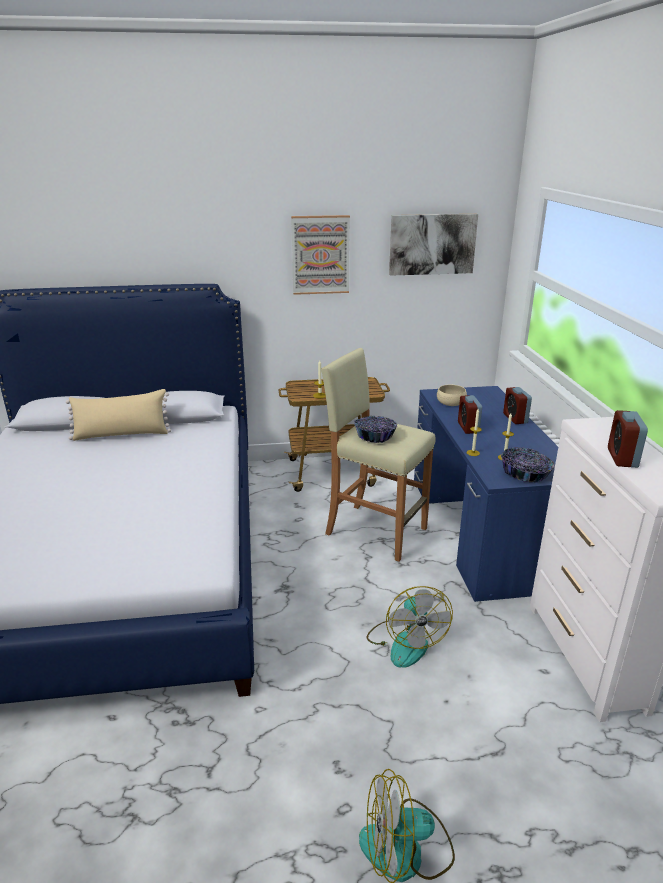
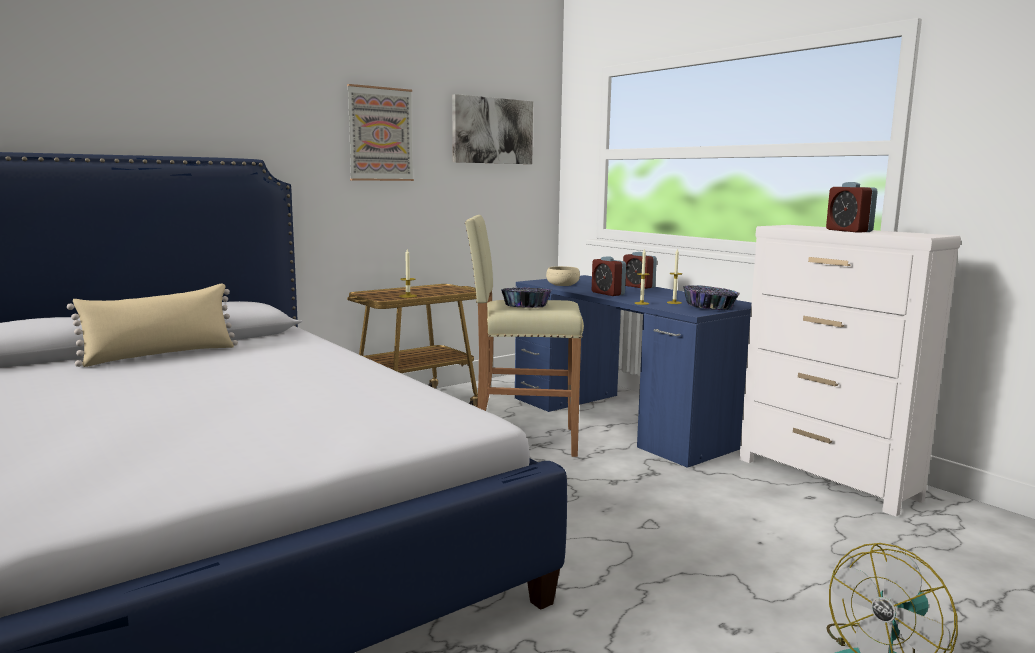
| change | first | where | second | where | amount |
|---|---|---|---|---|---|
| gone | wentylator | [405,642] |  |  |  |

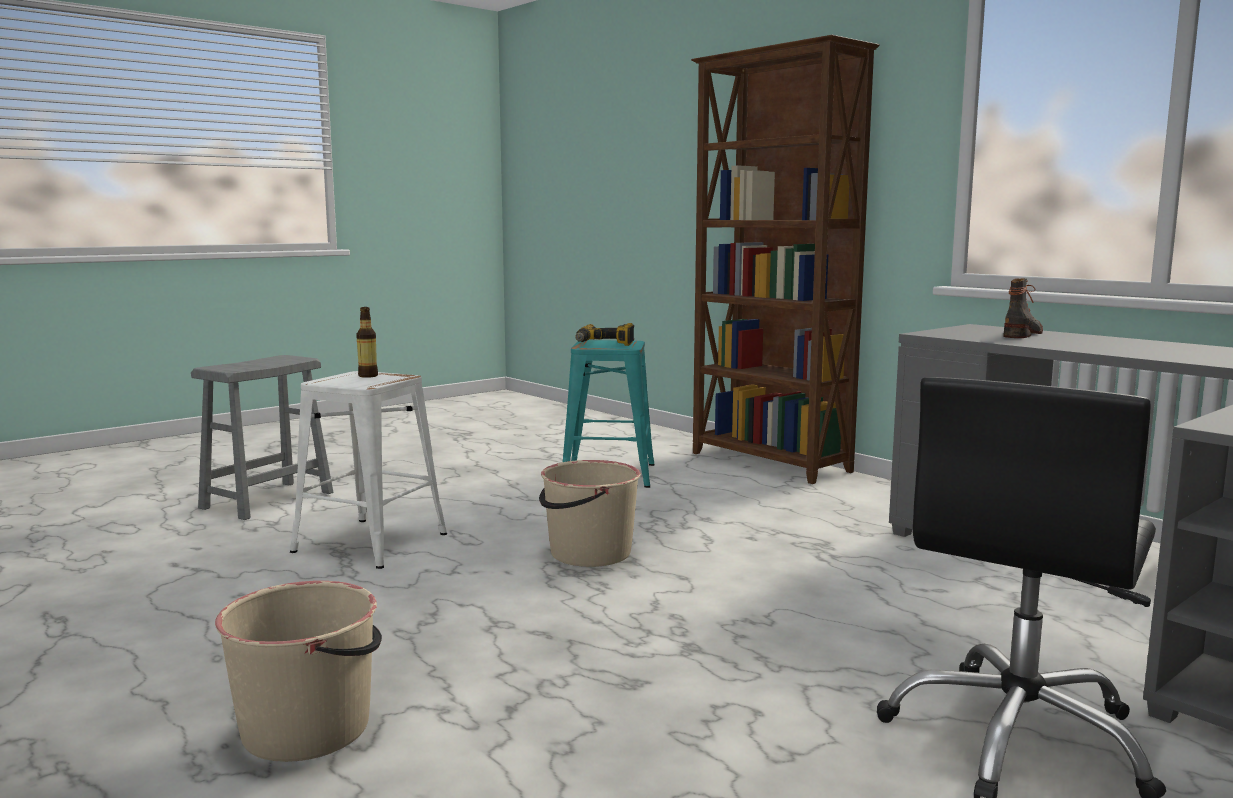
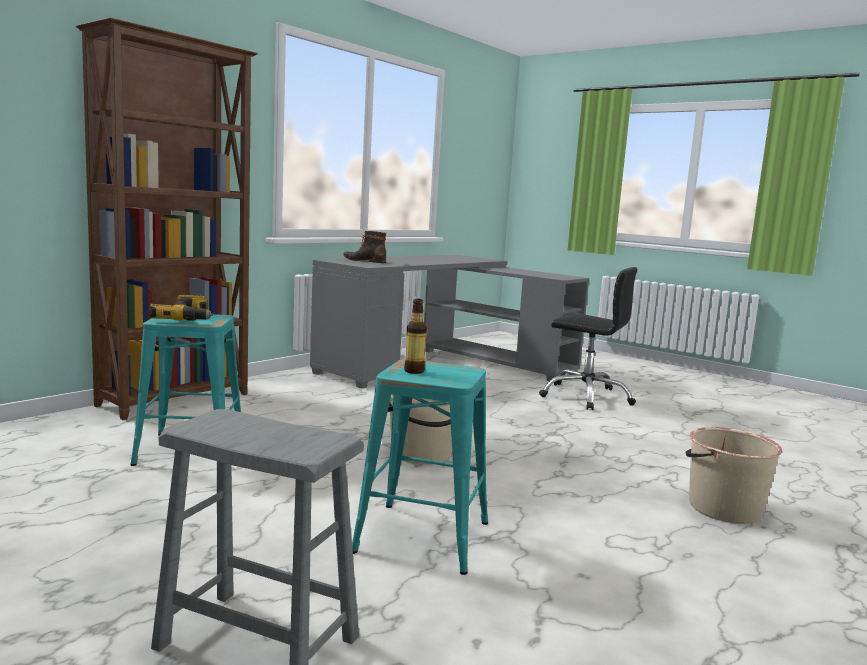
| change | first | where | second | where | amount |
|---|---|---|---|---|---|
| repainted | stołek (biały) | [369,542] | stołek (turkusowy) | [422,537] |  |

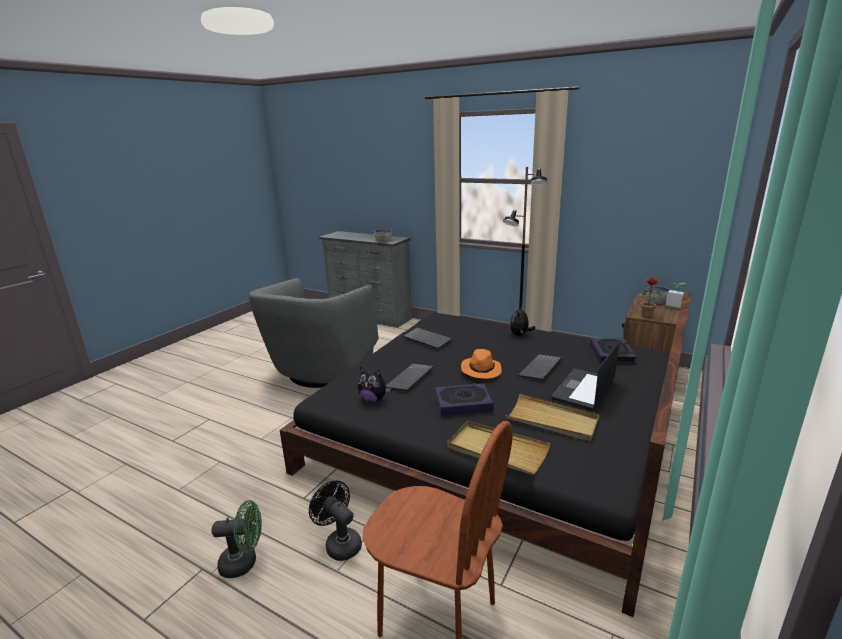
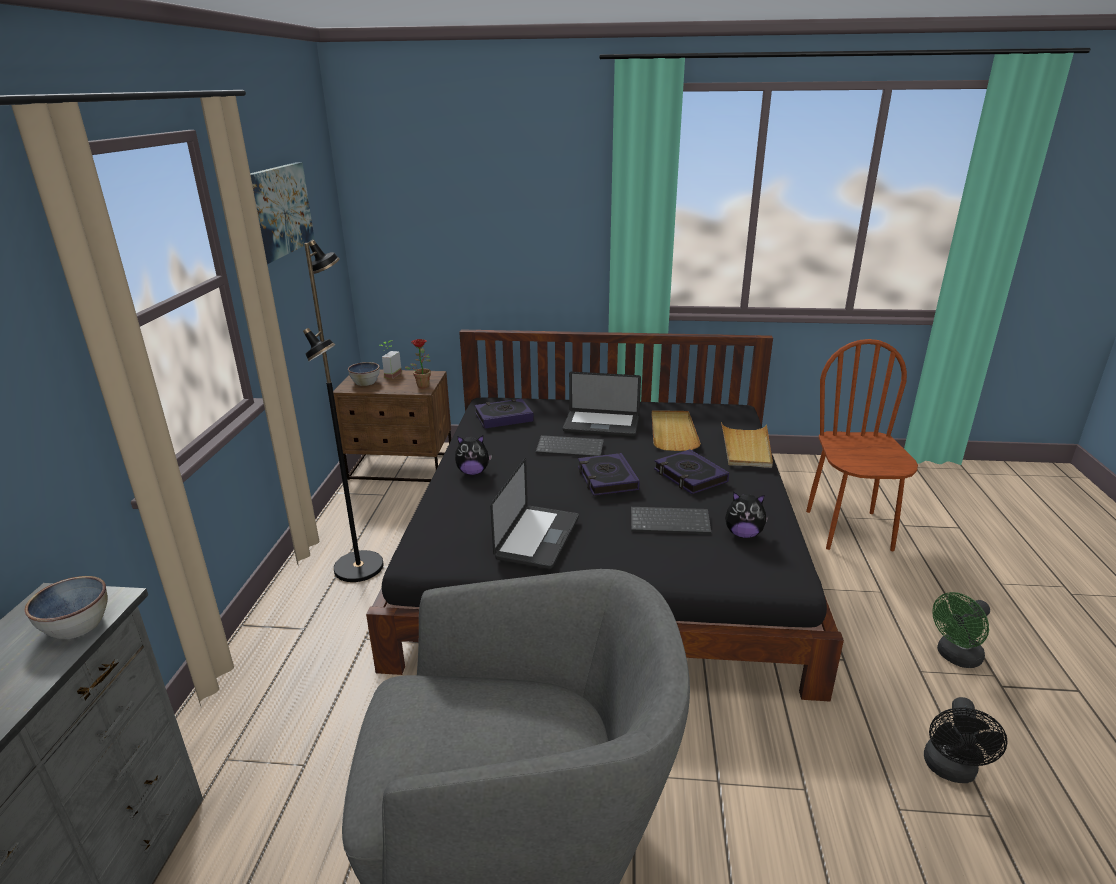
| change | first | where | second | where | amount |
|---|---|---|---|---|---|
| rotated | wentylator (zielony) | [244,562] |  | [955,657] | 90 degrees counterclockwise |
| shifted | wentylator (czarny) | [340,543] |  | [950,770] |  |
| rotated | pluszak | [373,399] |  | [743,534] | 105 degrees clockwise |
| swapped | klawiatura | [428,339] | laptop | [537,538] |  |
| swapped | kapelusz (pomarańczowy) | [481,370] | książka | [607,479] |  |
| new |  |  | obraz | [277,211] |  |

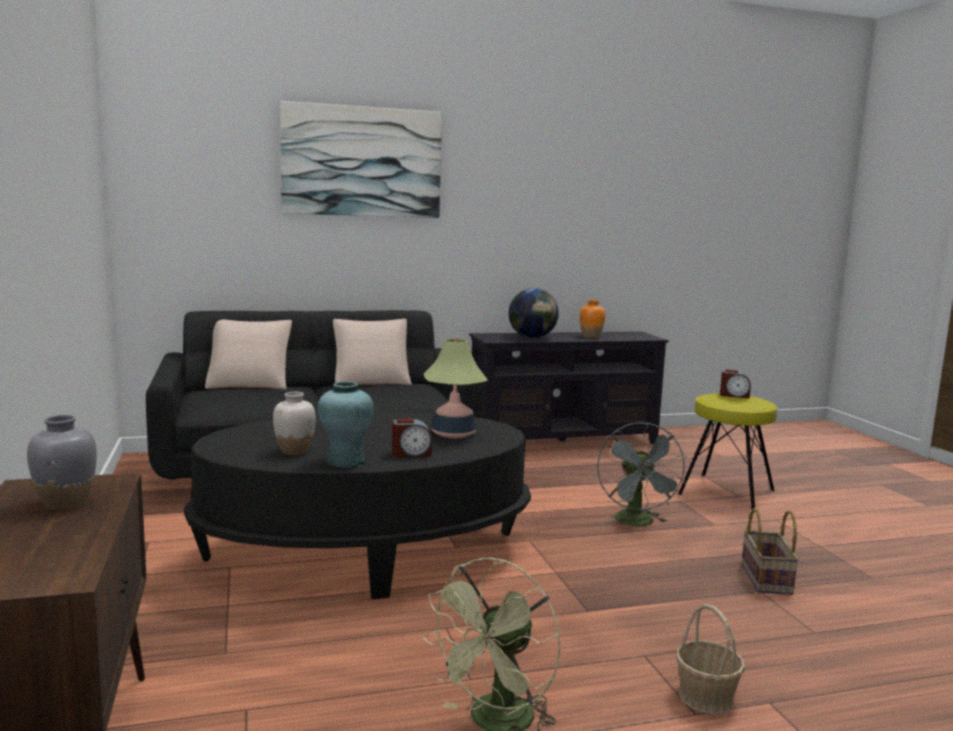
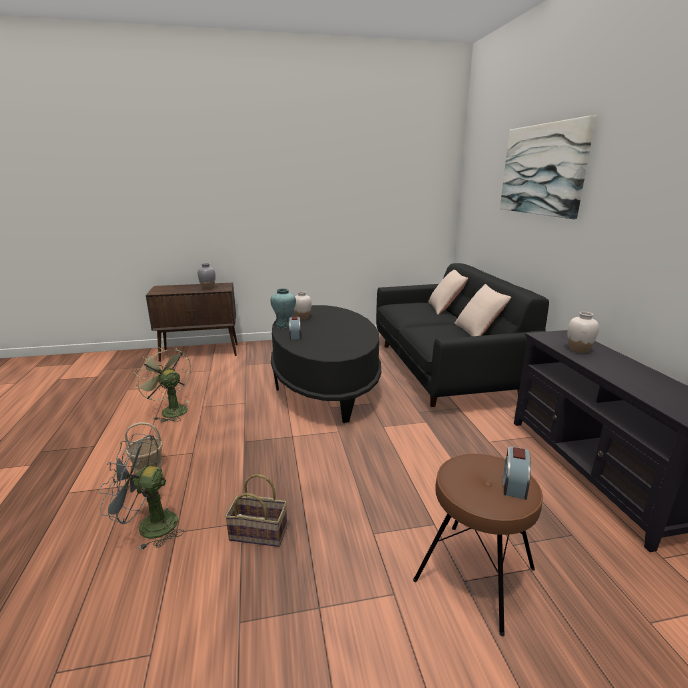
| change | first | where | second | where | amount |
|---|---|---|---|---|---|
| gone | lampa stołowa | [453,434] |  |  |  |
| swapped | globus | [532,337] | wazon (biały) | [578,350] |  |
| gone | wazon (pomarańczowy) | [591,337] |  |  |  |
| shifted | wentylator (szary) | [638,523] |  | [149,526] |  |
| repainted | stołek (żółty) | [726,492] | stołek (brązowy) | [475,574] |  |

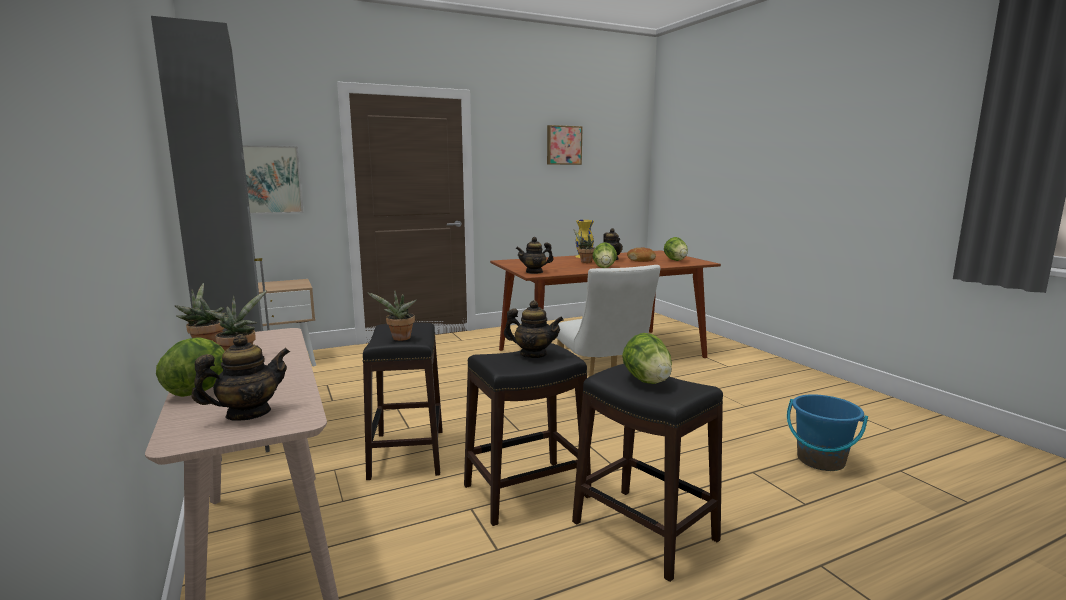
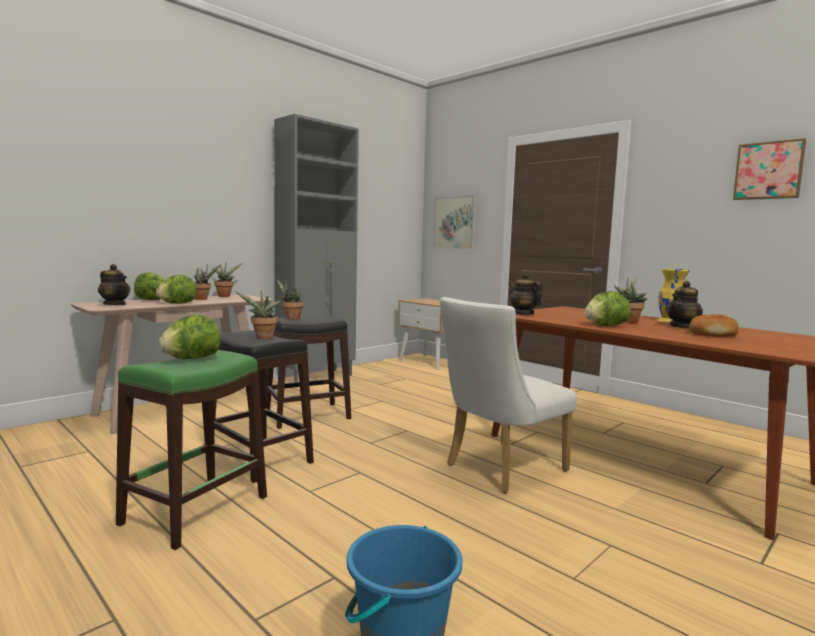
| change | first | where | second | where | amount |
|---|---|---|---|---|---|
| swapped | imbryk | [533,355] | roślina doniczkowa | [263,338] |  |
| repainted | stołek (czarny) | [644,530] | stołek (zielony) | [196,510] |  |
| shifted | sałata | [675,260] |  | [177,303] |  |

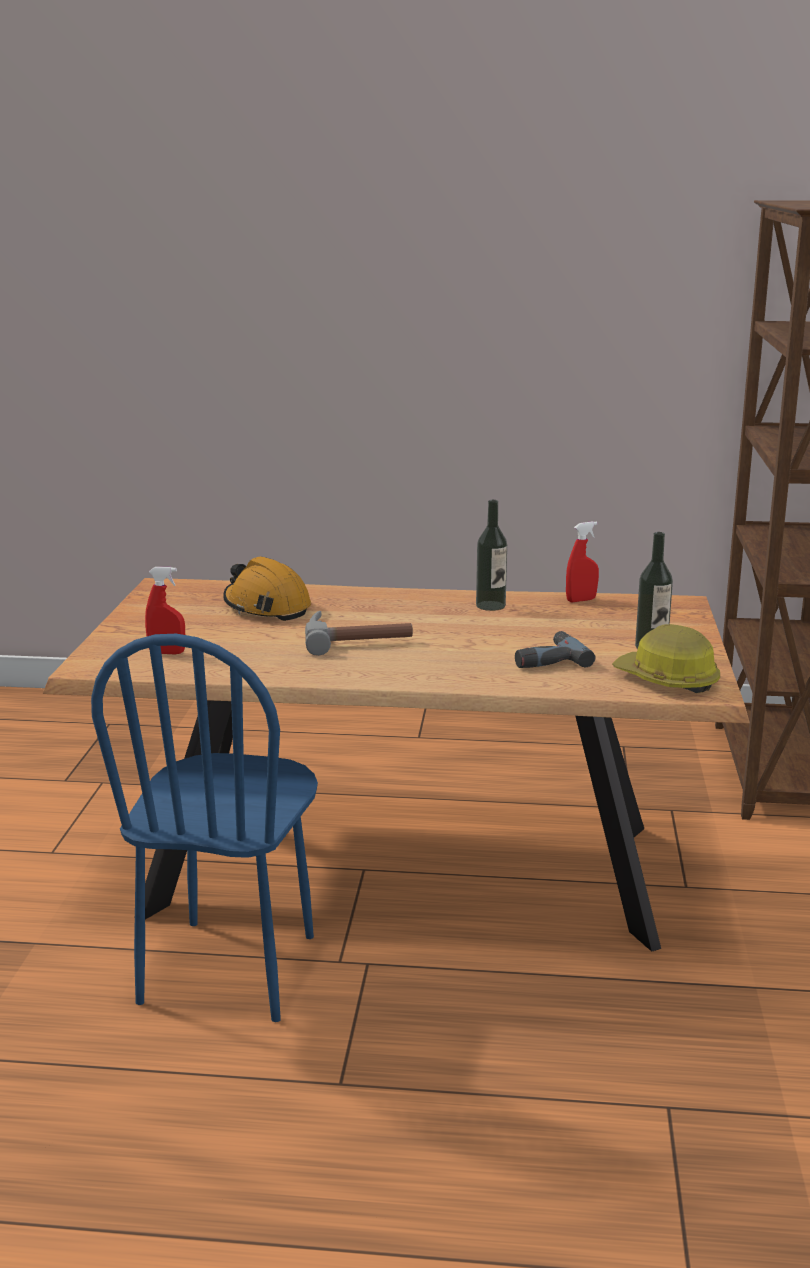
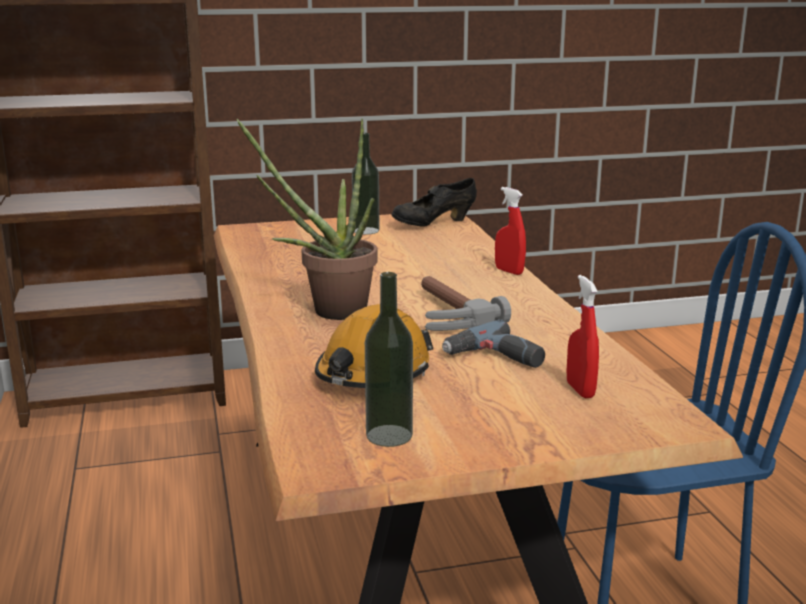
| change | first | where | second | where | amount |
|---|---|---|---|---|---|
| shifted | butelka | [490,606] |  | [389,435] |  |
| shifted | wiertarka | [546,659] |  | [494,358] |  |
| shifted | spryskiwacz (czerwony) | [581,600] |  | [509,271] |  |
| swapped | kask | [667,680] | but (czarny) | [434,224] |  |
| new |  |  | roślina doniczkowa | [328,311] |  |

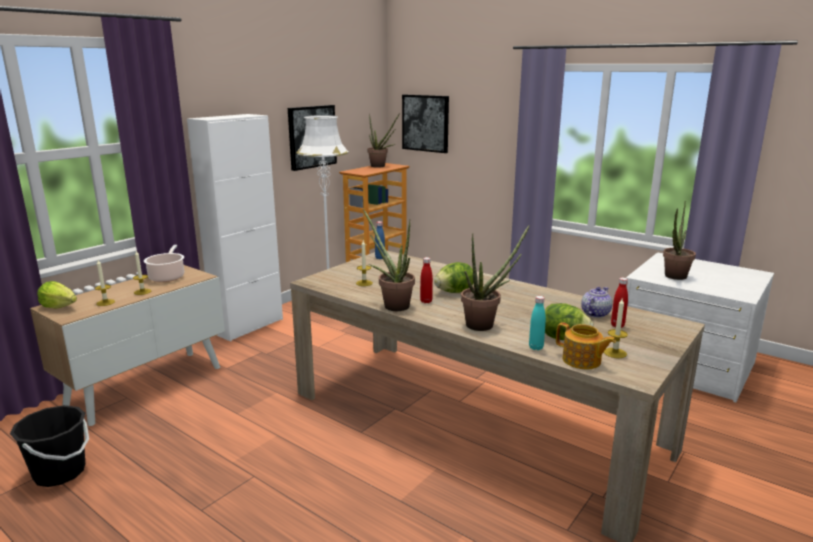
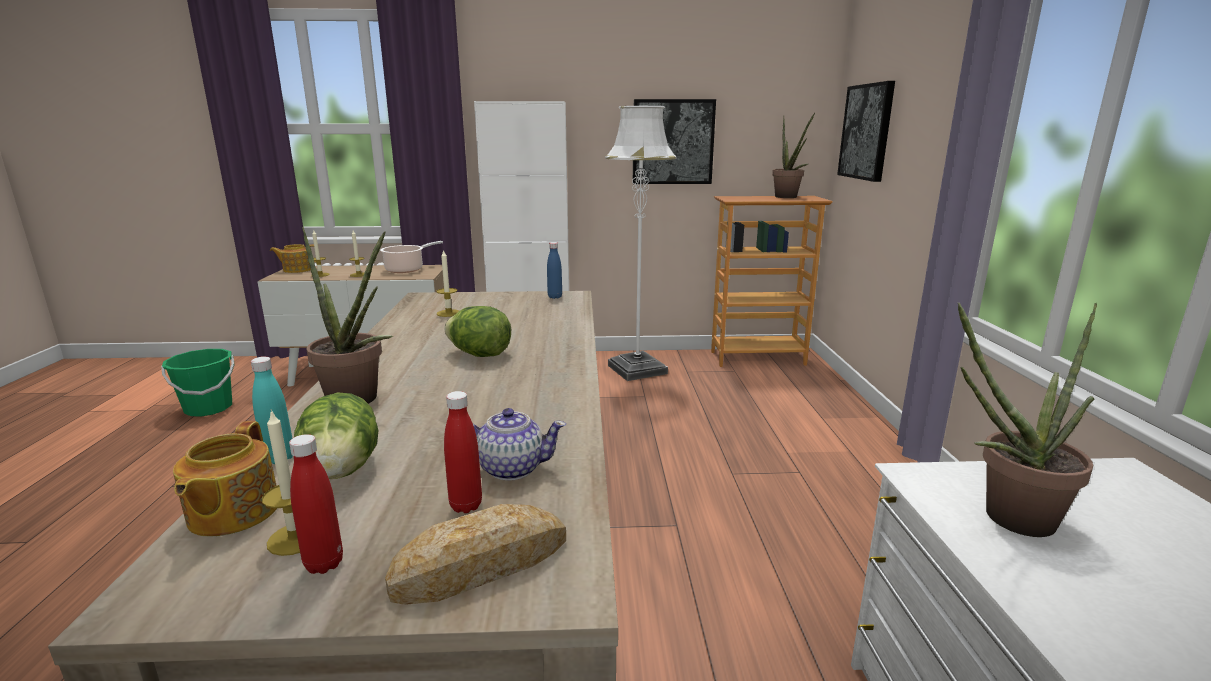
| change | first | where | second | where | amount |
|---|---|---|---|---|---|
| repainted | wiadro (czarny) | [60,473] | wiadro (zielony) | [209,408] |  |
| swapped | sałata | [59,307] | imbryk | [297,270] |  |
| gone | roślina doniczkowa | [392,305] |  |  |  |
| shifted | butelka (czerwony) | [426,301] |  | [324,564] |  |
| new |  |  | chleb | [481,565] |  |

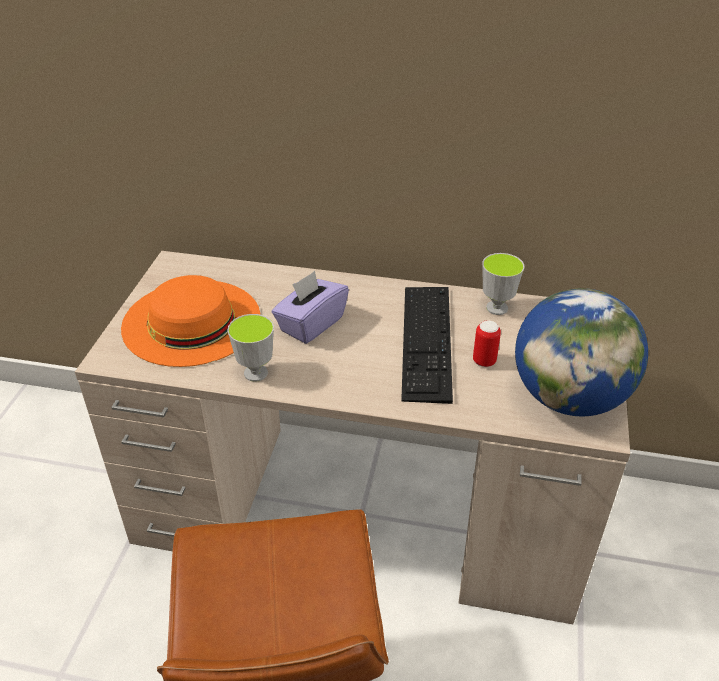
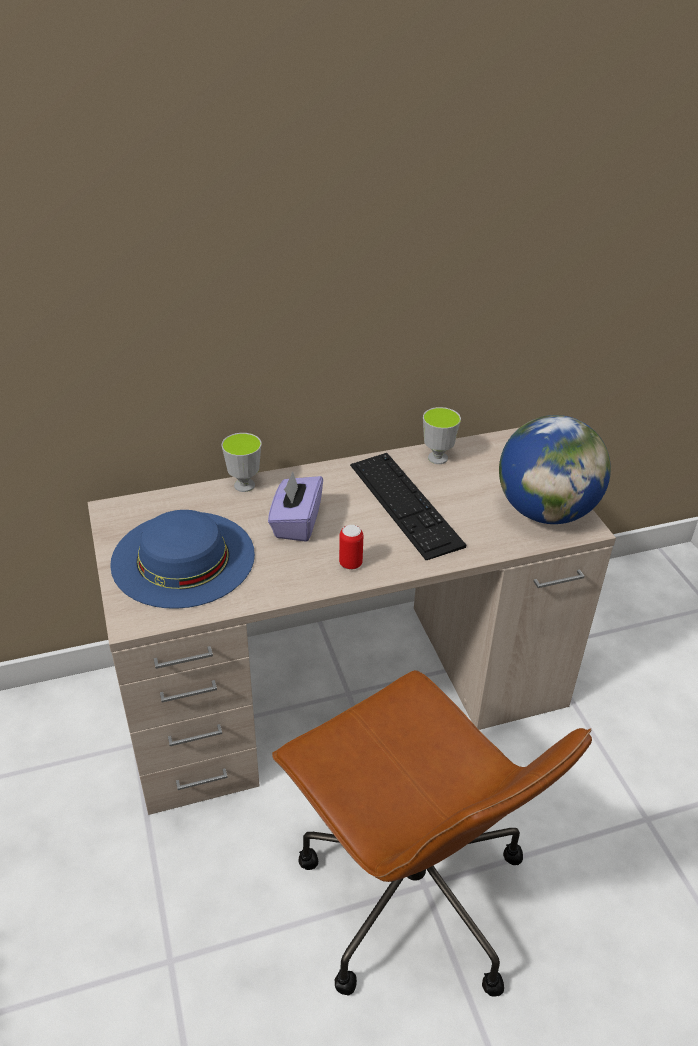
| change | first | where | second | where | amount |
|---|---|---|---|---|---|
| repainted | kapelusz (pomarańczowy) | [191,321] | kapelusz (niebieski) | [183,558] |  |
| shifted | filiżanka | [256,373] |  | [244,485] |  |
| shifted | puszka | [484,361] |  | [350,564] |  |

